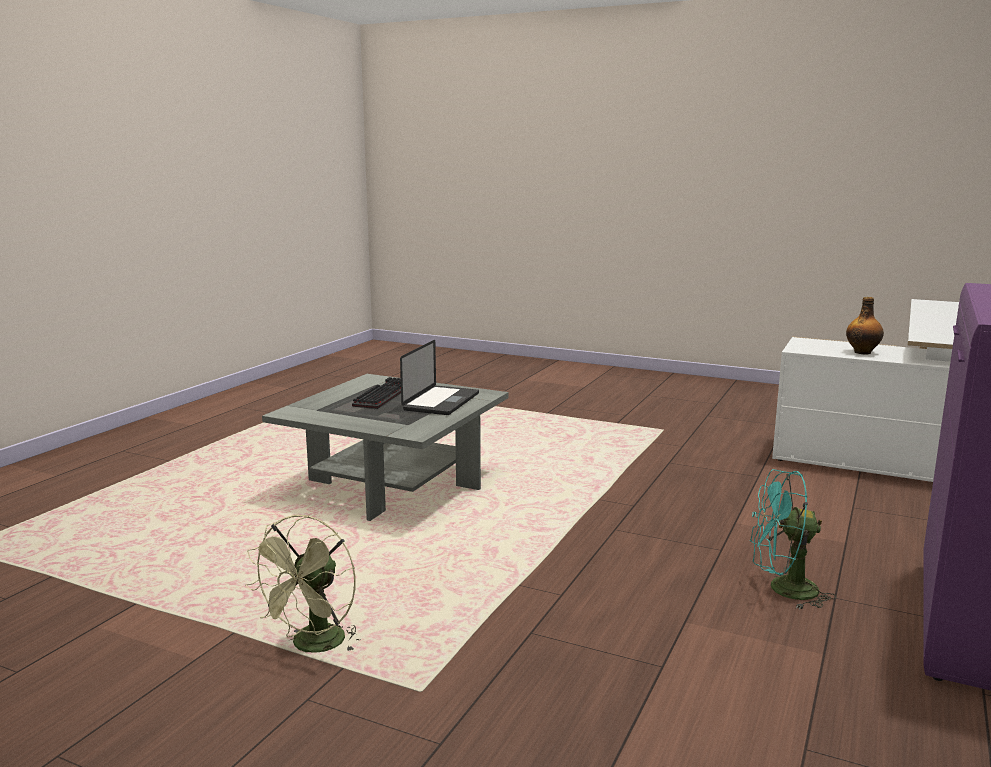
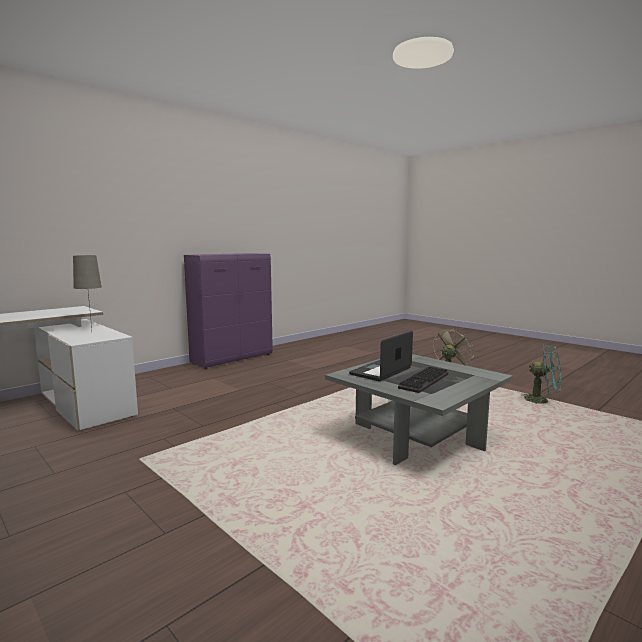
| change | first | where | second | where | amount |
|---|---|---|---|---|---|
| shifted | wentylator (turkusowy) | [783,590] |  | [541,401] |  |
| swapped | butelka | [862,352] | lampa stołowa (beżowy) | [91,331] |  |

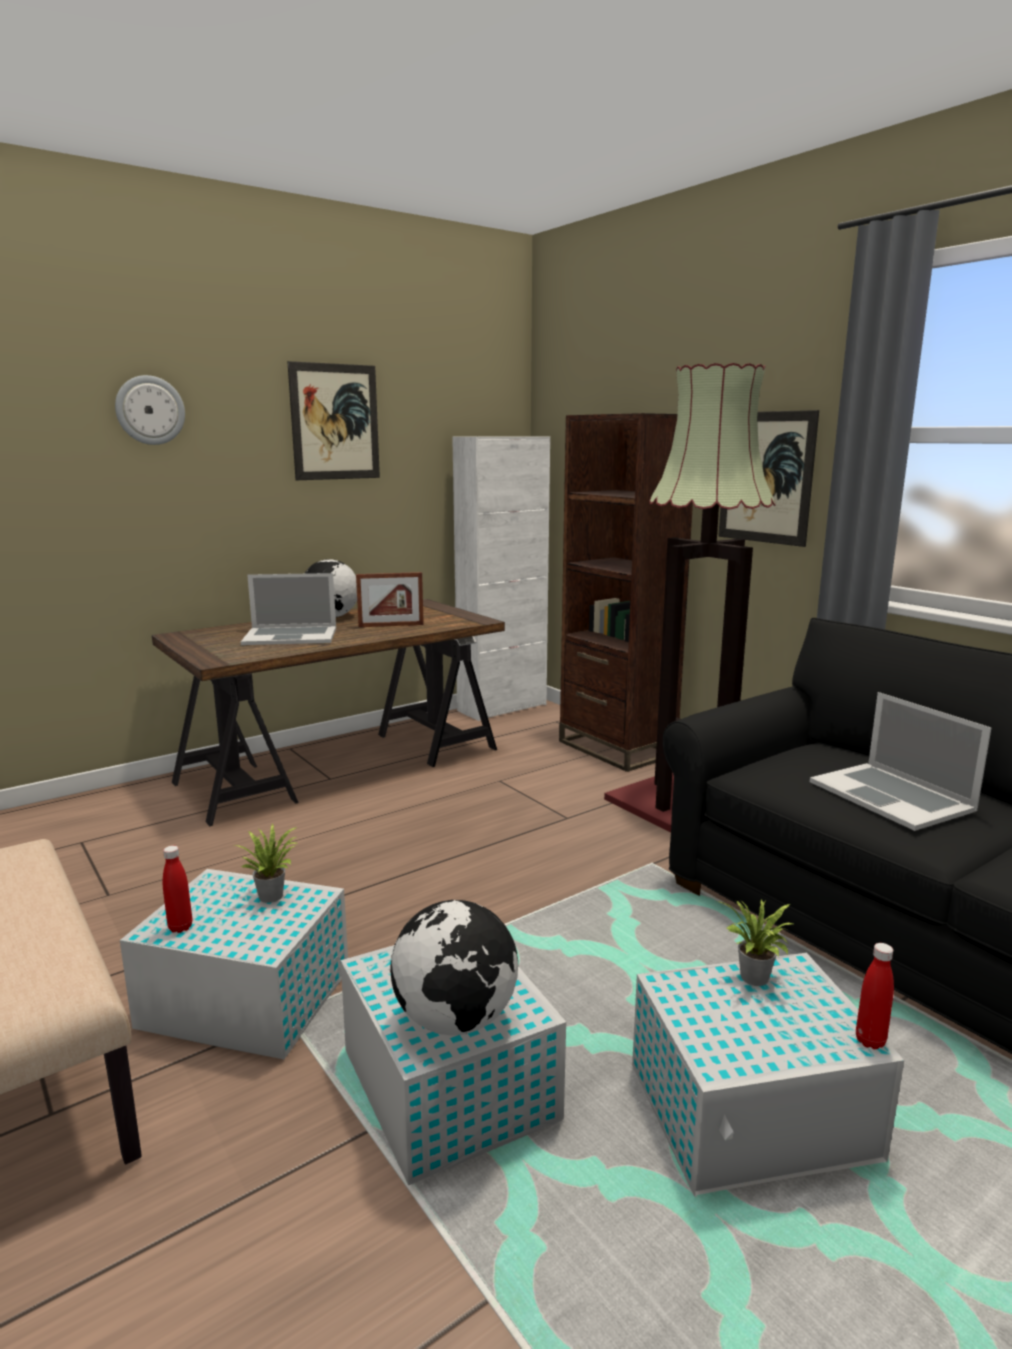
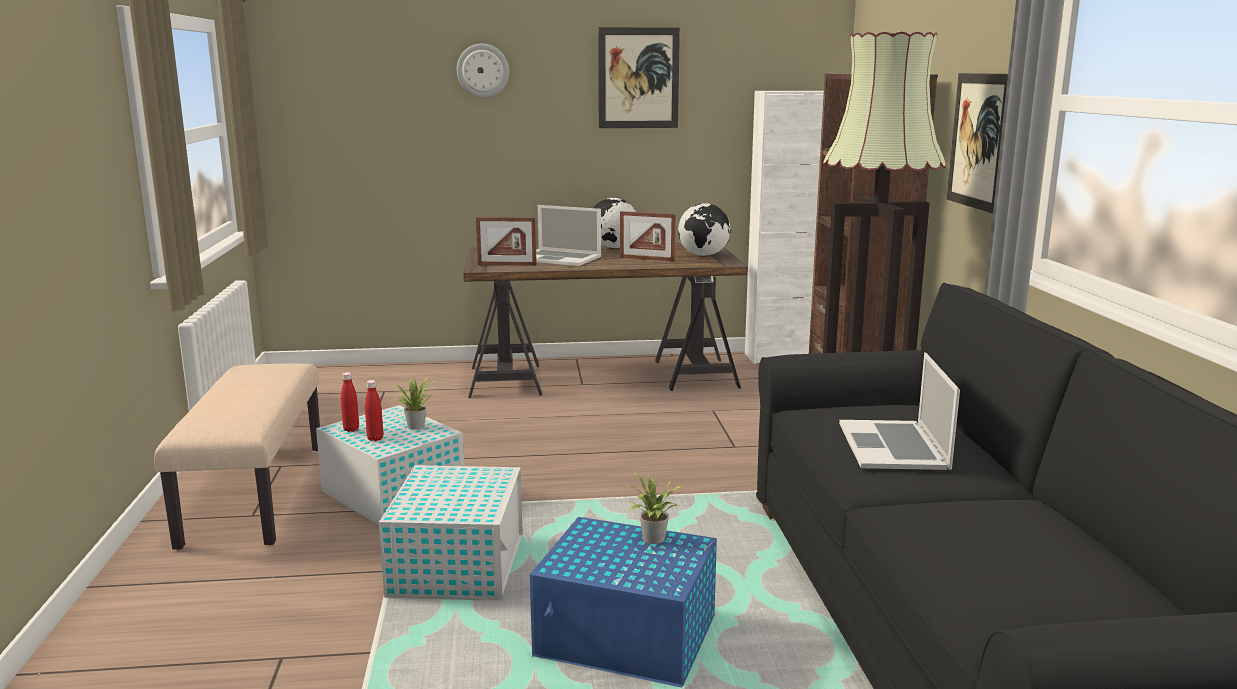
| change | first | where | second | where | amount |
|---|---|---|---|---|---|
| shifted | globus | [456,1020] |  | [703,256] |  |
| repainted | pojemnik do przechowywania (biały) | [754,1112] | pojemnik do przechowywania (niebieski) | [628,638] |  |
| shifted | butelka (czerwony) | [870,1041] |  | [375,438] |  |
| new |  |  | ramka na zdjęcie | [507,265] |  |

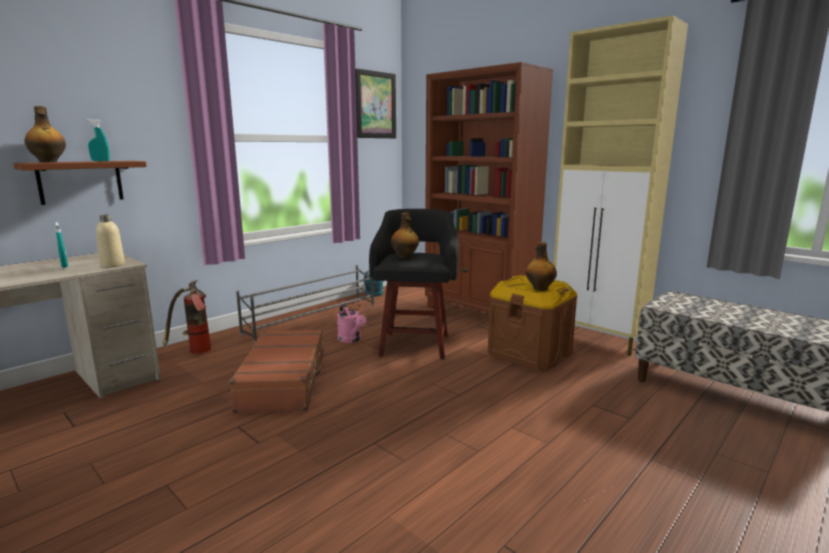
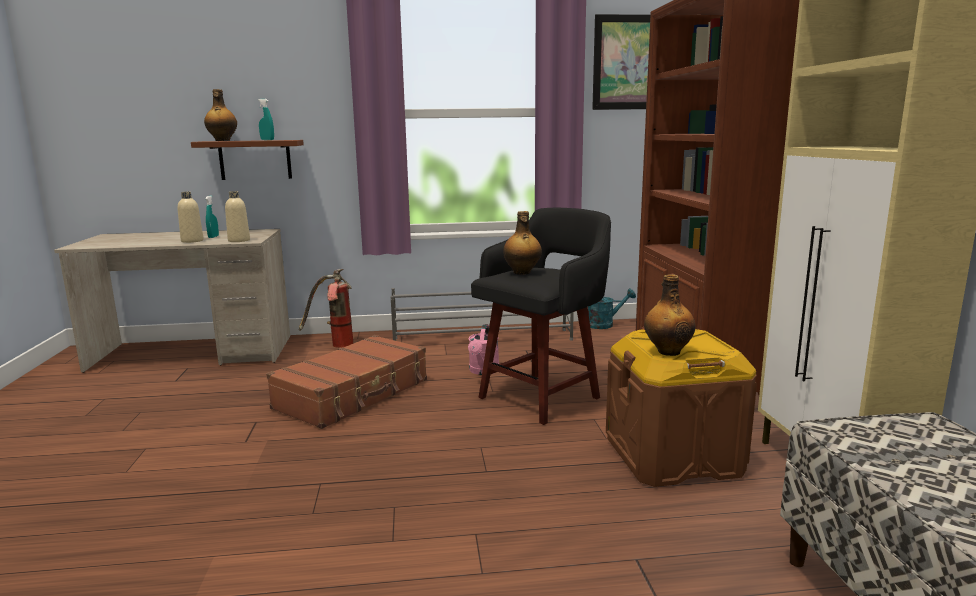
| change | first | where | second | where | amount |
|---|---|---|---|---|---|
| new |  |  | butelka (beżowy) | [192,241] |  |

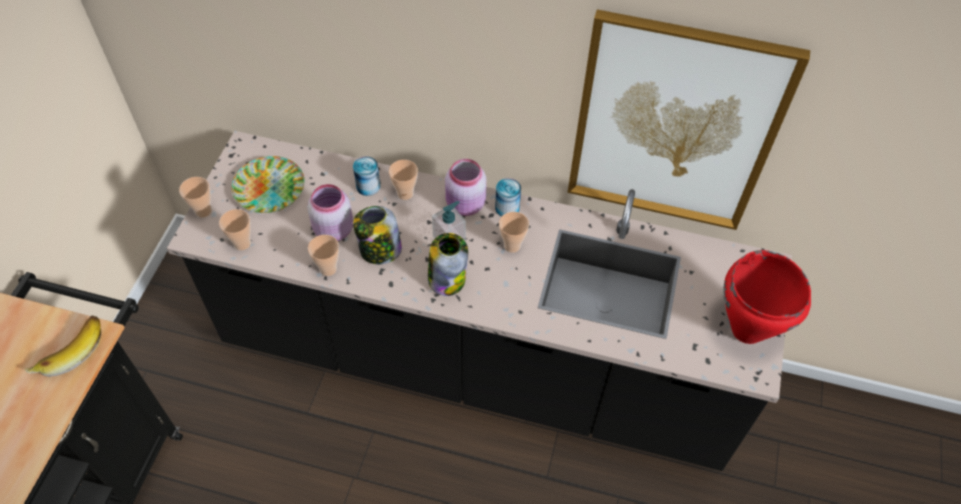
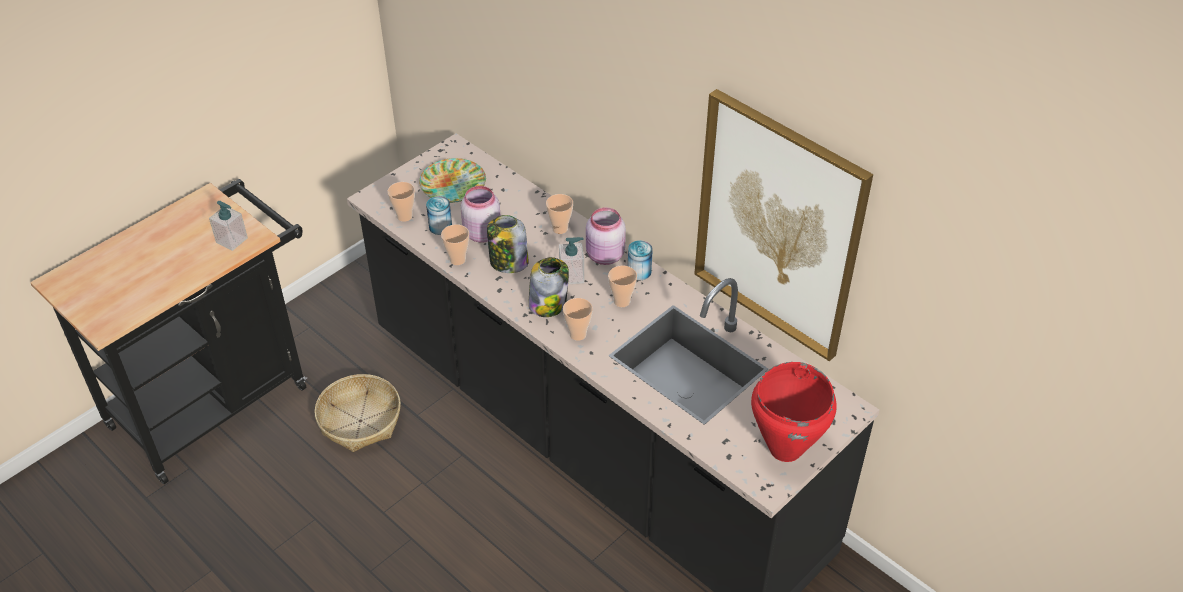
| change | first | where | second | where | amount |
|---|---|---|---|---|---|
| swapped | banan | [70,351] | dozownik mydła | [232,240] |  |
| shifted | filiżanka | [203,211] |  | [578,334] |  |
| shifted | puszka | [368,186] |  | [440,227] |  |
| new |  |  | koszyk | [360,420] |  |

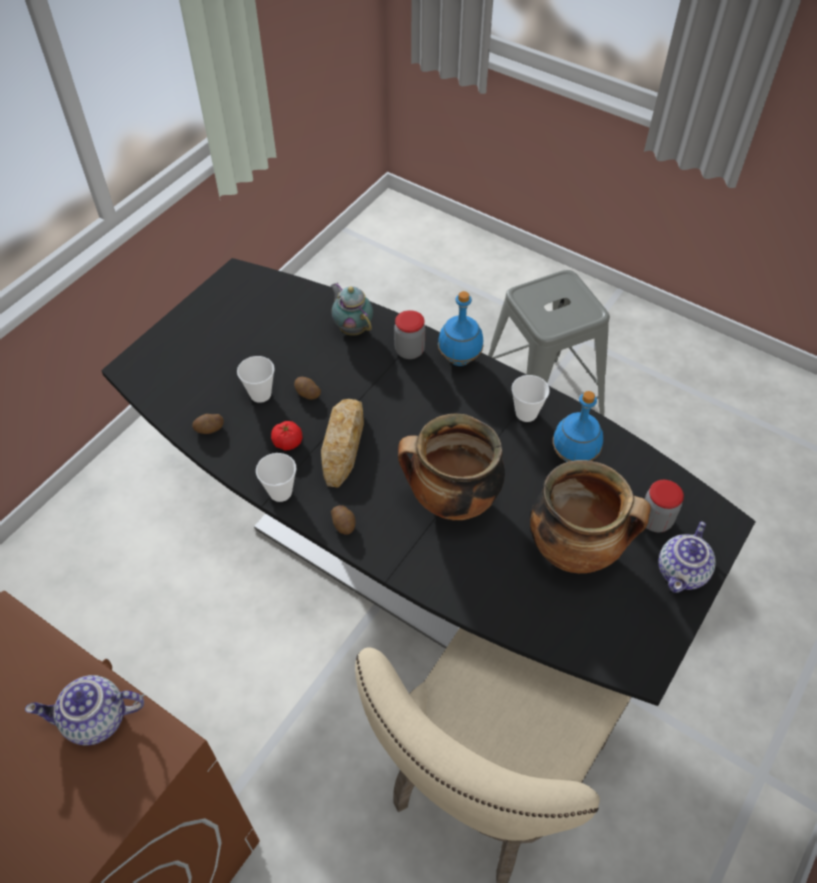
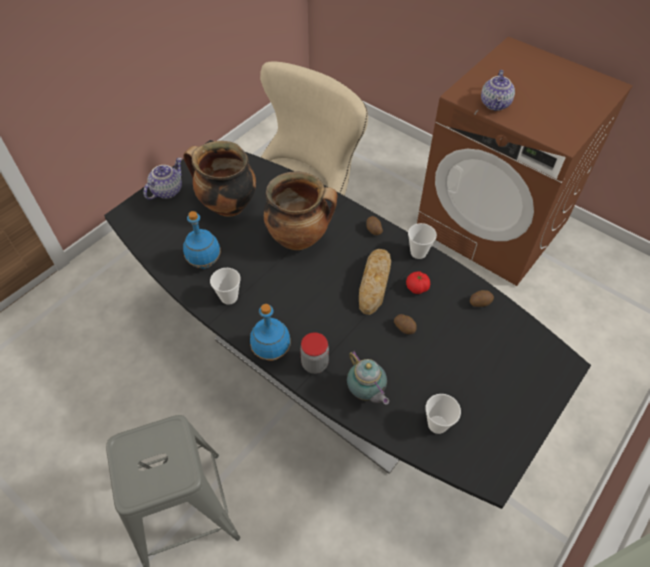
| change | first | where | second | where | amount |
|---|---|---|---|---|---|
| rotated | imbryk | [95,720] |  | [495,104] | 105 degrees clockwise |
| shifted | filiżanka | [260,394] |  | [437,424] |  |
| gone | słoik | [655,520] |  |  |  |

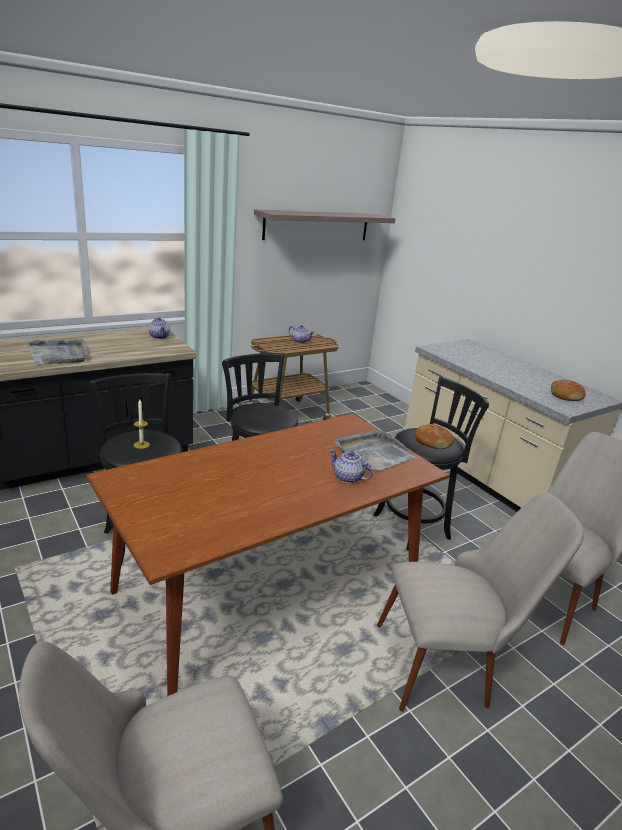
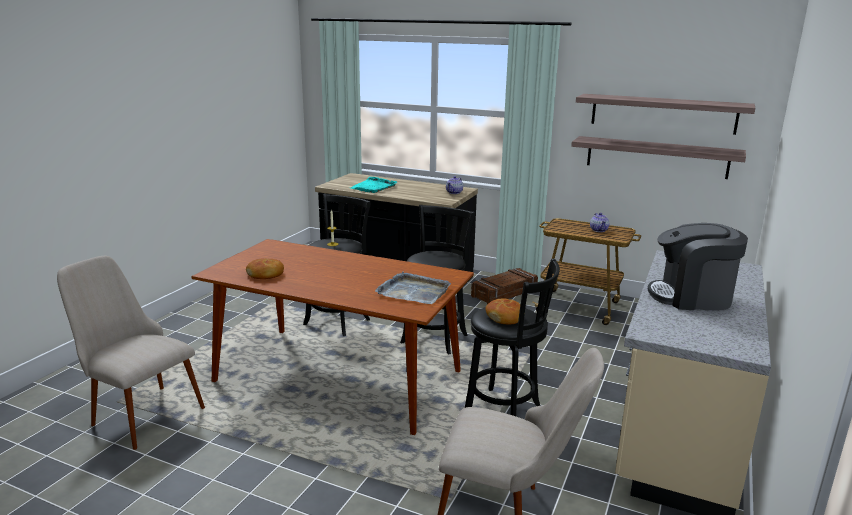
| change | first | where | second | where | amount |
|---|---|---|---|---|---|
| repainted | taca (szary) | [59,354] | taca (turkusowy) | [373,187] |  |
| gone | imbryk | [348,478] |  |  |  |
| gone | krzesło (beżowy) | [450,663] |  |  |  |
| shifted | chleb | [566,396] |  | [265,274] |  |
| new |  |  | skrzynka | [504,293] |  |
| new |  |  | półka | [656,157] |  |
| new |  |  | ekspres do kawy | [691,297] |  |

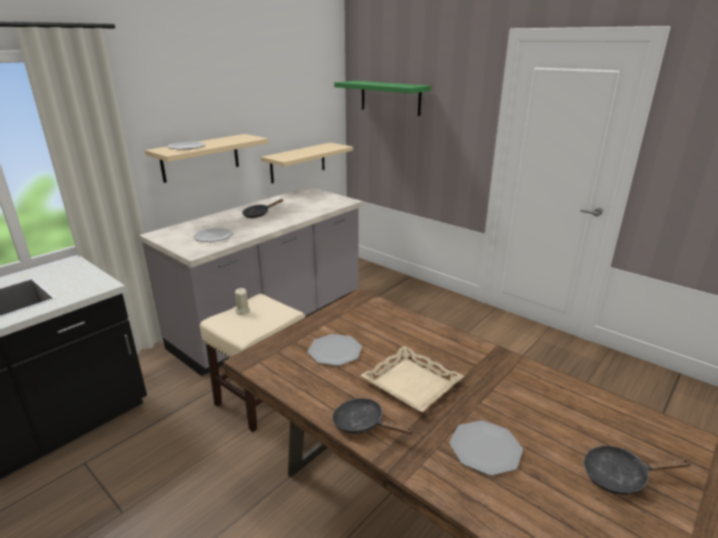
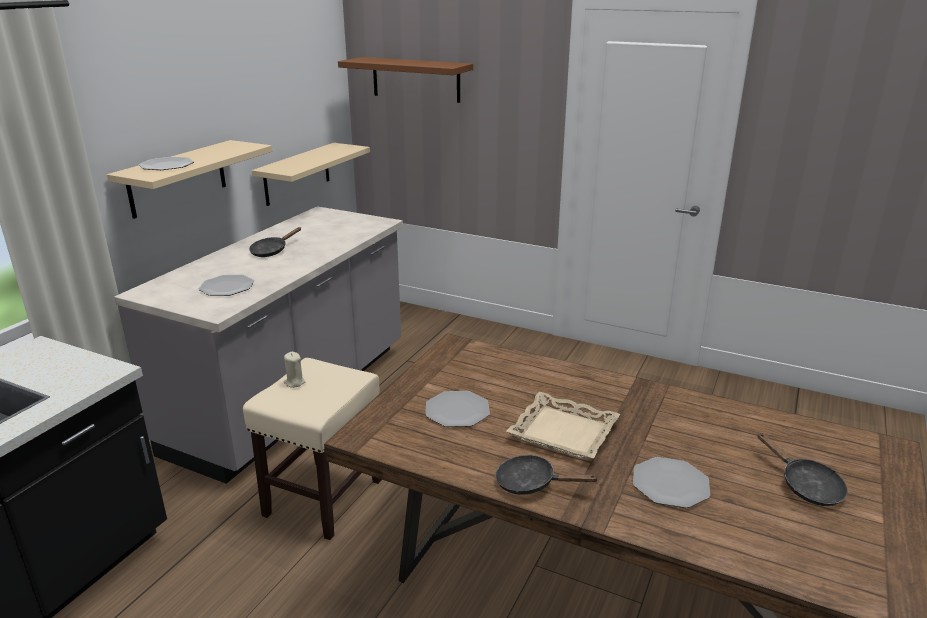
| change | first | where | second | where | amount |
|---|---|---|---|---|---|
| repainted | półka (zielony) | [390,97] | półka (brązowy) | [416,79] |  |
| rotated | patelnia (czarny) | [620,476] |  | [805,486] | 105 degrees counterclockwise |

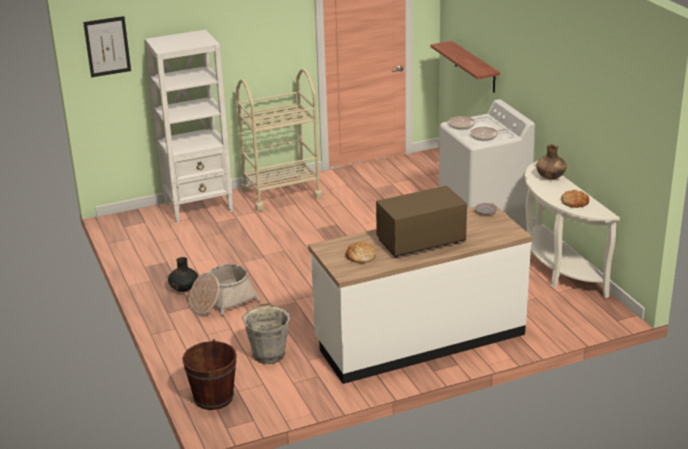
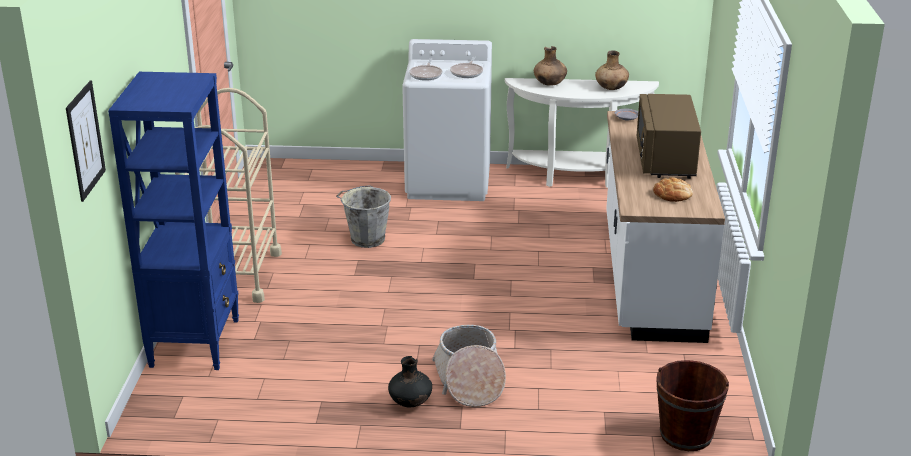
| change | first | where | second | where | amount |
|---|---|---|---|---|---|
| repainted | regał (biały) | [199,207] | regał (niebieski) | [195,342] |  |
| shifted | wiadro (szary) | [269,354] |  | [366,239] |  |
| gone | półka | [475,67] |  |  |  |
| swapped | chleb | [574,202] | wazon (brązowy) | [611,88] |  |

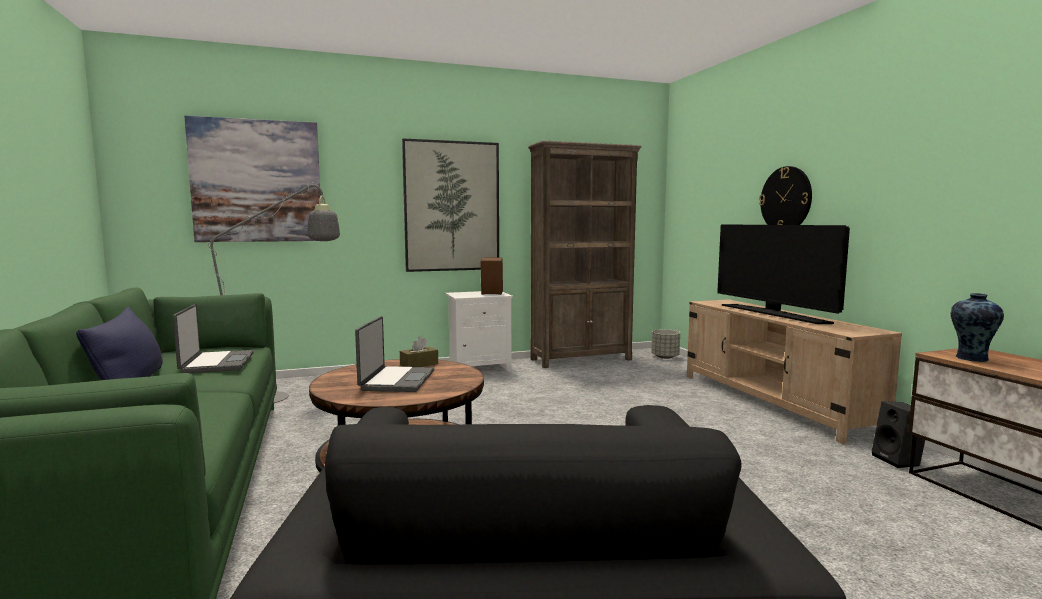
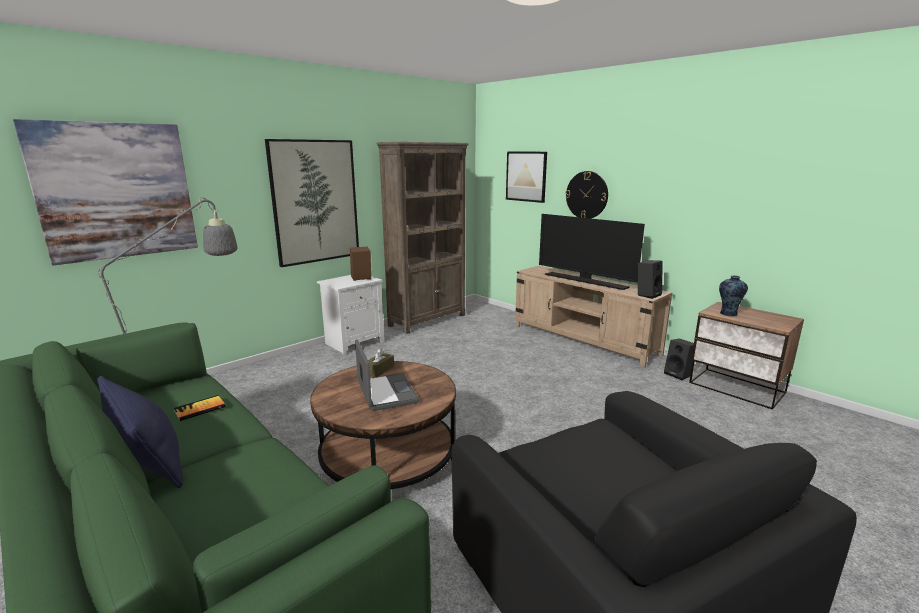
| change | first | where | second | where | amount |
|---|---|---|---|---|---|
| swapped | laptop | [216,363] | książka | [200,409] |  |
| gone | donica (szary) | [665,357] |  |  |  |
| new |  |  | obraz | [526,176] |  |
| new |  |  | głośnik (czarny) | [647,294] |  |

